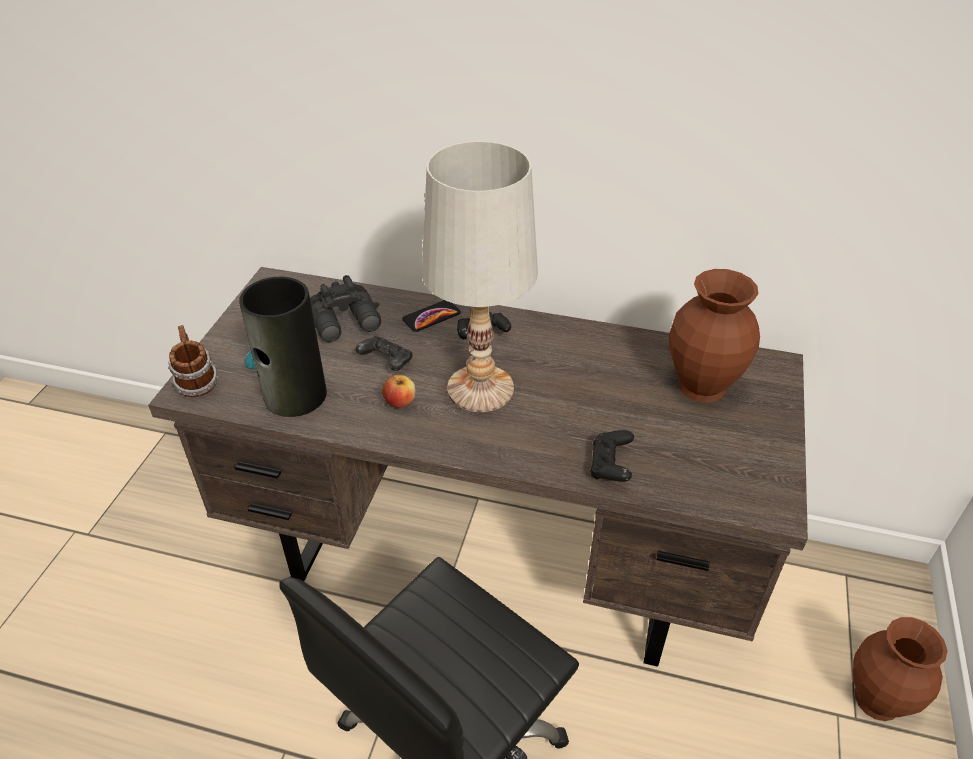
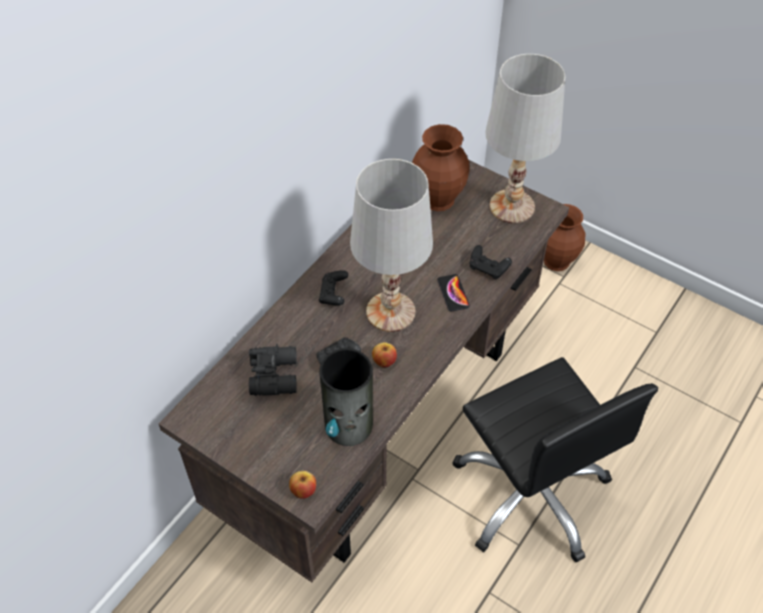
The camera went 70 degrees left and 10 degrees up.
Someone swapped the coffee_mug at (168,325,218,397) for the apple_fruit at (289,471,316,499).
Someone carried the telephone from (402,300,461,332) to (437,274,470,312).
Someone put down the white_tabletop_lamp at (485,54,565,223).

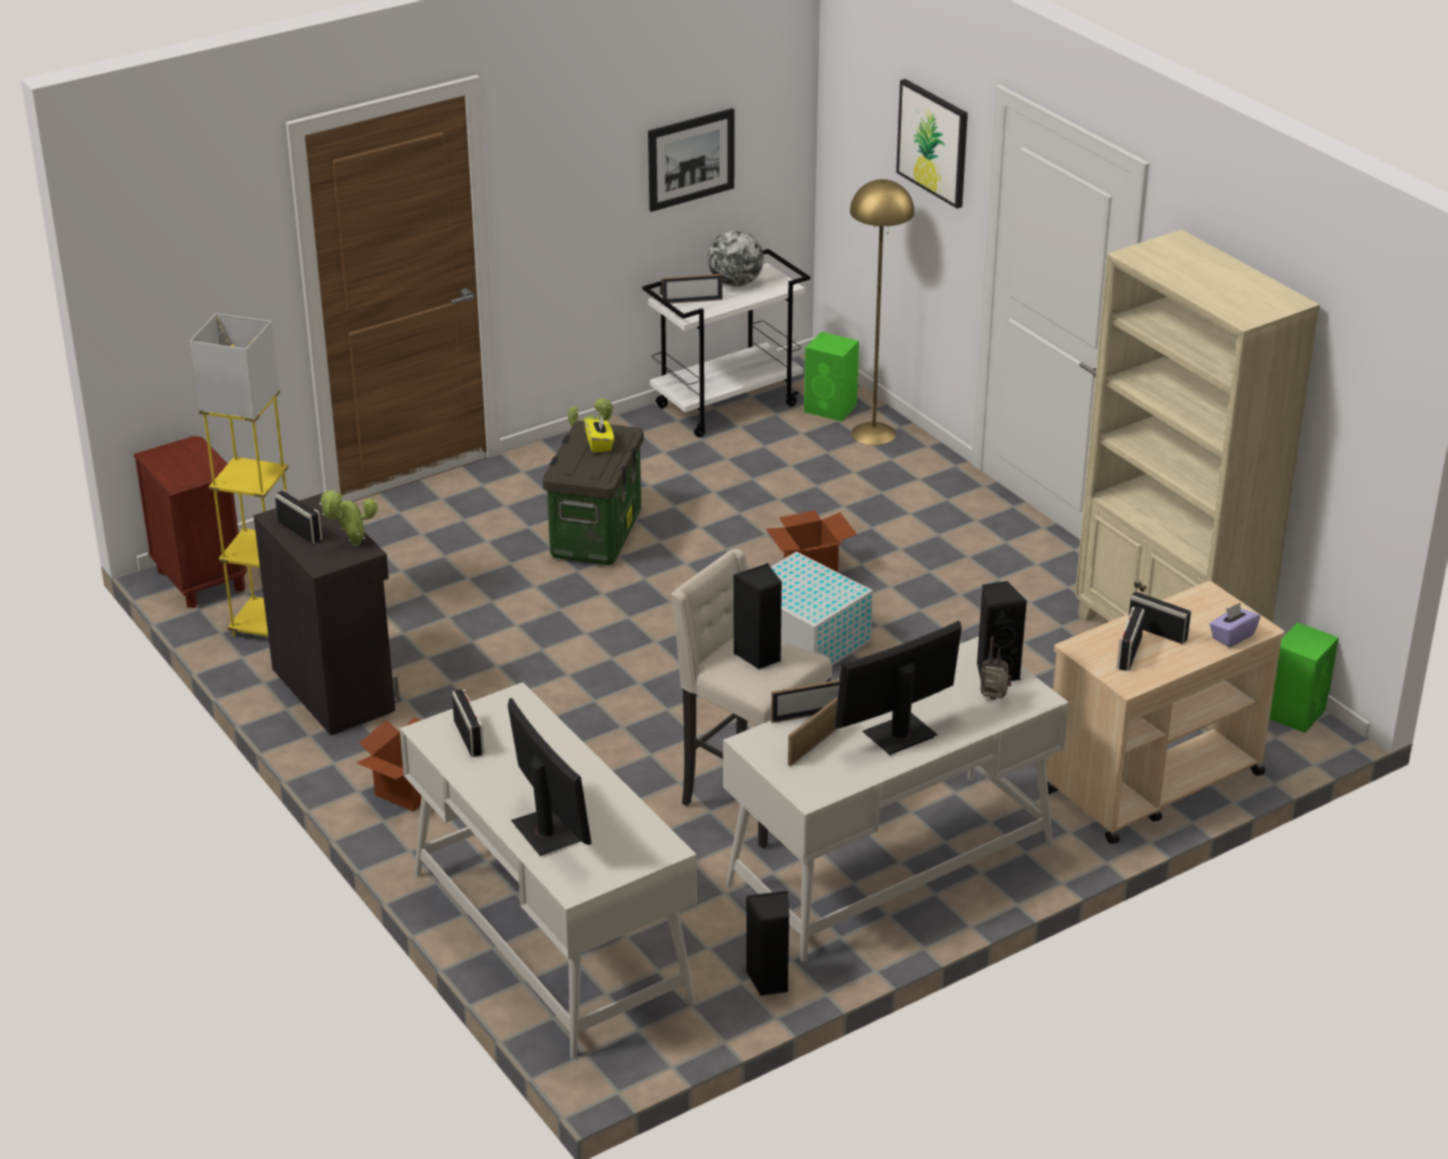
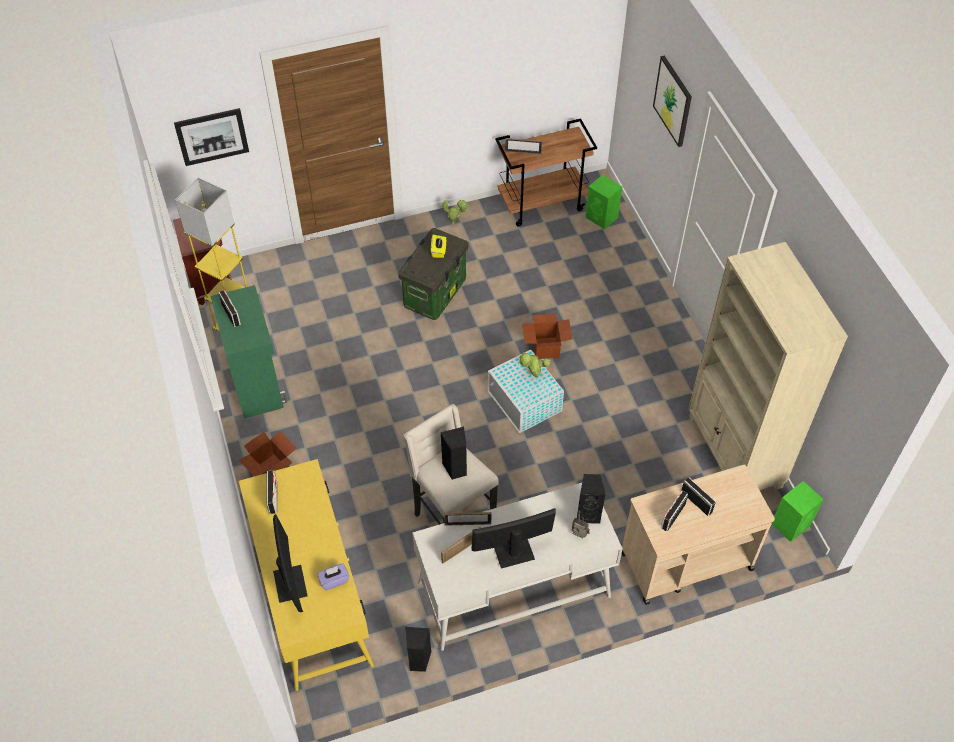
The camera went 15 degrees right and 20 degrees up.
Someone repainted the blackish_cabinet at (253,492,400,736), which became the green_cabinet at (211,285,287,419).
Someone carried the plant_in_a_pot from (319,490,378,546) to (518,352,550,377).
Someone repainted the white_desk_unit at (400,682,697,1059), which became the yellowish_desk_unit at (239,459,374,691).
Someone repainted the white_trolley at (642,249,810,437), which became the brown_trolley at (495,118,597,227).
Someone carried the picture from (648,108,735,212) to (174,108,249,166).
Someone took away the globe at (708,230,764,287).
Someone took away the yellowish_standing_lamp at (850,179,914,445).
Someone carried the purple_tissue_box from (1210,603,1260,647) to (317,563,349,590).

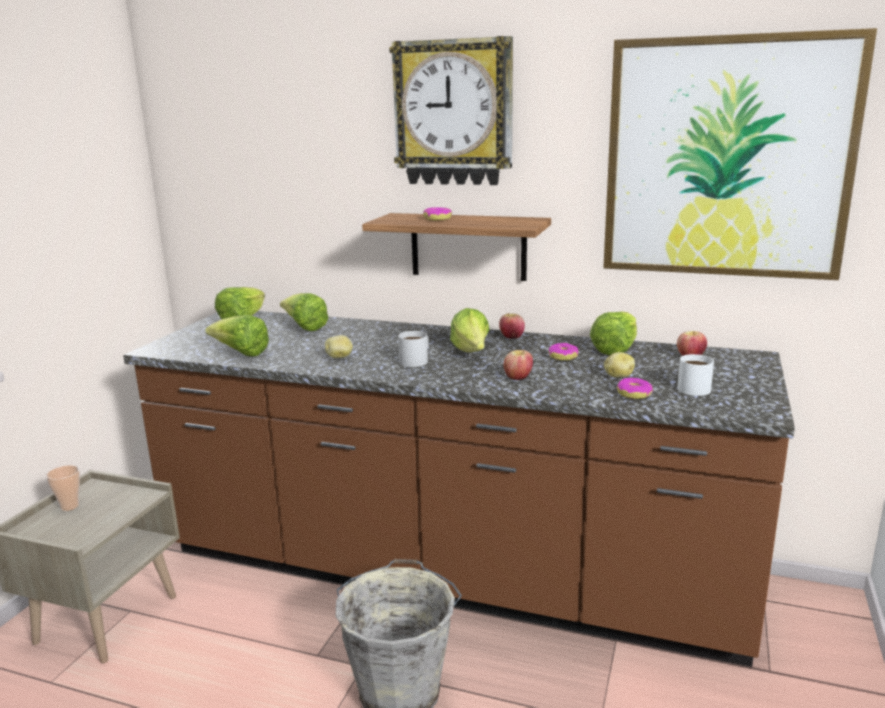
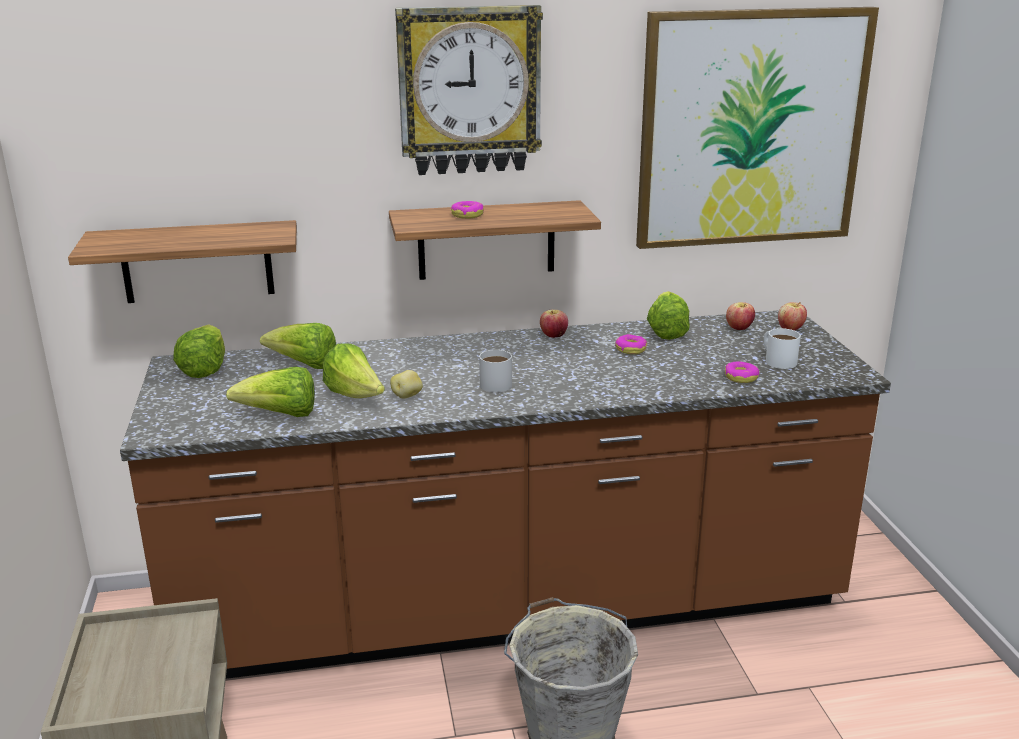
The camera went 30 degrees left and 5 degrees up.
Someone took away the small_cup at (46,465,80,511).
Someone carried the head_of_lettuce from (450,308,490,352) to (323,343,385,398).
Someone carried the apple_fruit from (503,350,533,380) to (778,302,807,331).
Someone took away the spud at (604,352,635,378).
Someone put up the wall_shelf at (68,220,297,303).

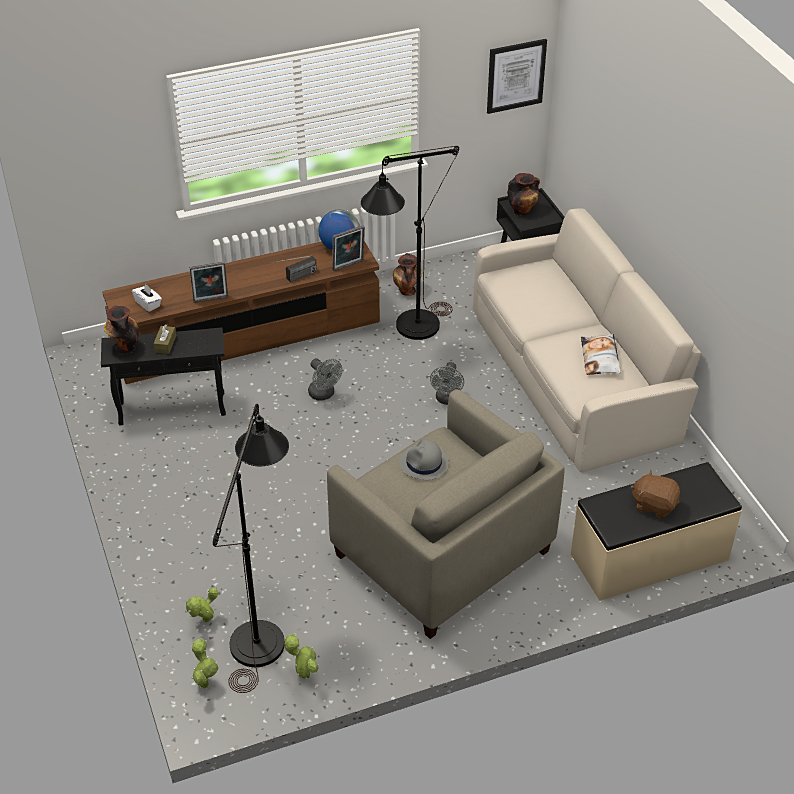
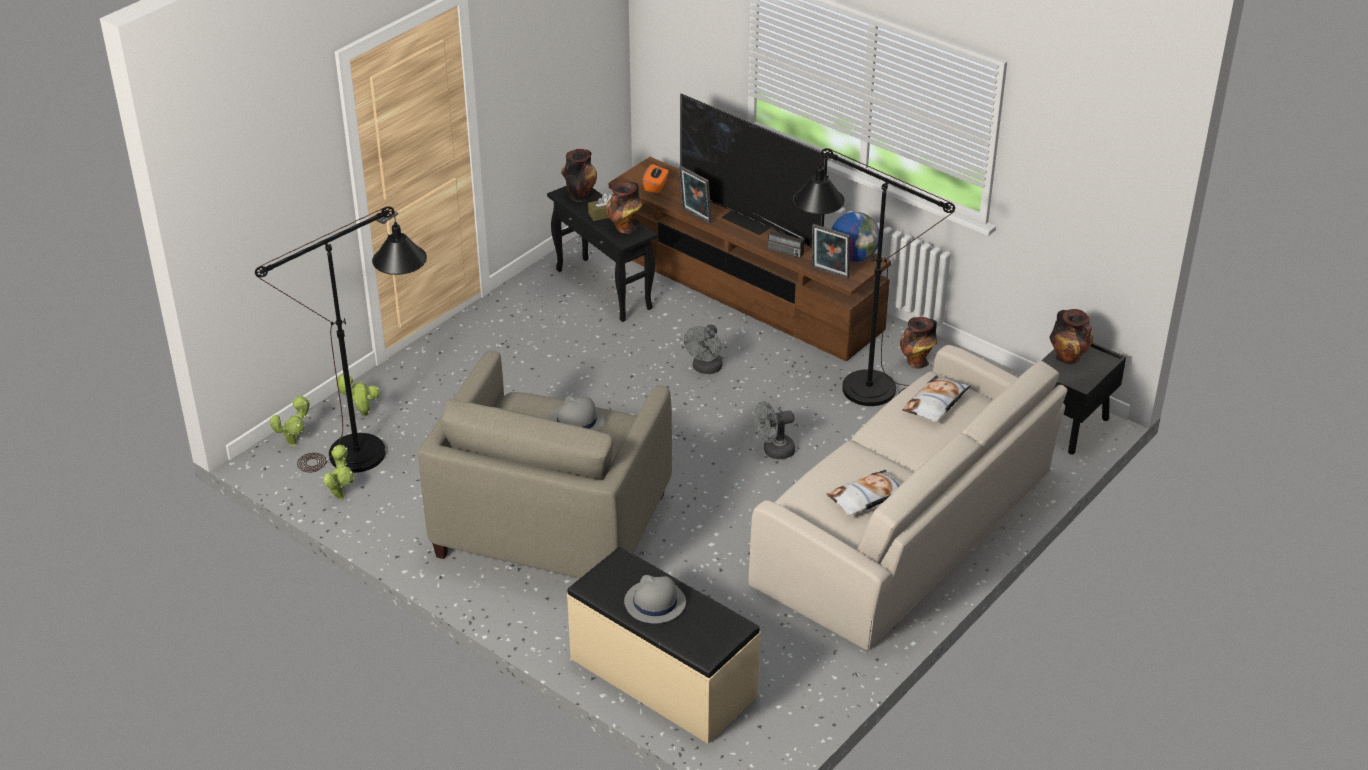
The camera went 60 degrees right and 5 degrees down.
Someone repainted the white_tissue_box at (132,284,162,312), which became the orange_tissue_box at (643,164,669,193).
Someone took away the picture at (487,39,547,114).
Someone swapped the brown_cuddly_toy at (630,470,680,518) for the greyish_hat at (624,575,686,624).
Someone put down the flower_vase at (606,181,643,234).
Someone put down the TV_set at (680,93,828,247).
Someone put down the pillow at (902,375,971,423).

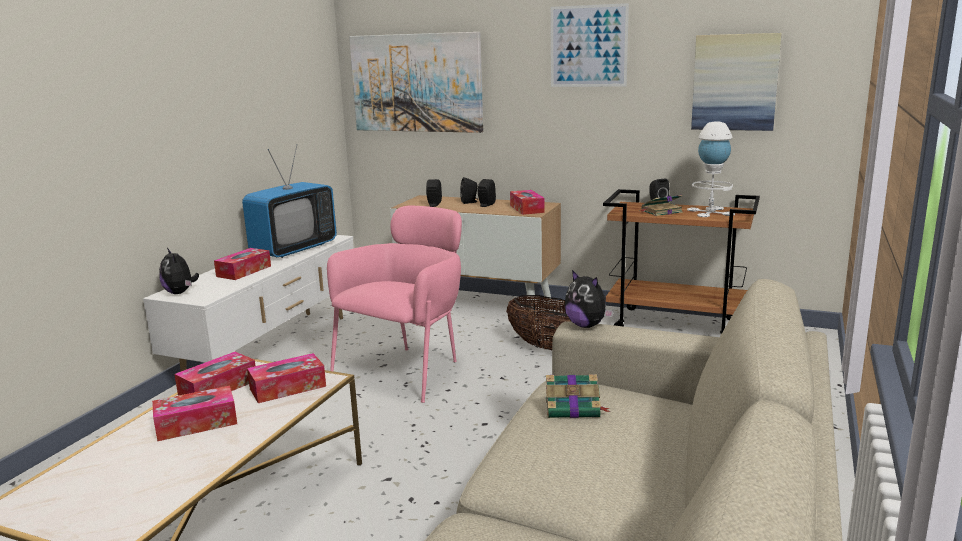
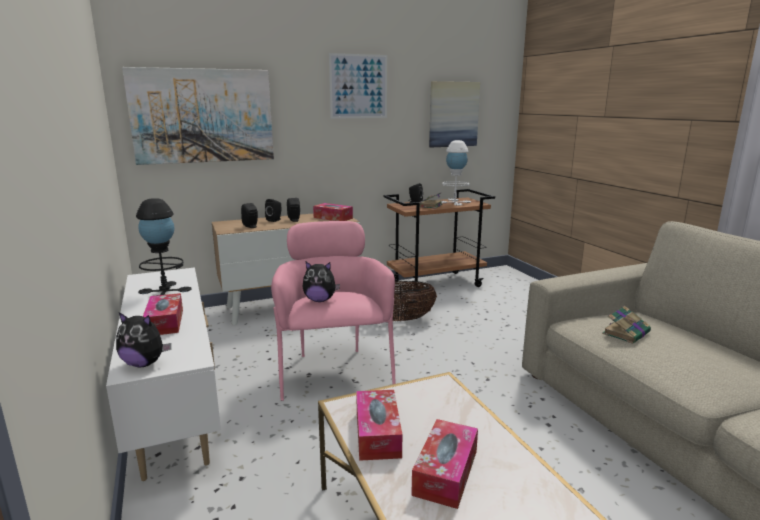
The camera went 45 degrees left and 0 degrees up.
Someone swapped the TV_set at (242,144,337,258) for the blackish_tabletop_lamp at (136,198,191,296).
Someone took away the tissue_box at (247,353,326,403).
Someone carried the cuddly_toy from (564,270,614,328) to (303,262,340,302).

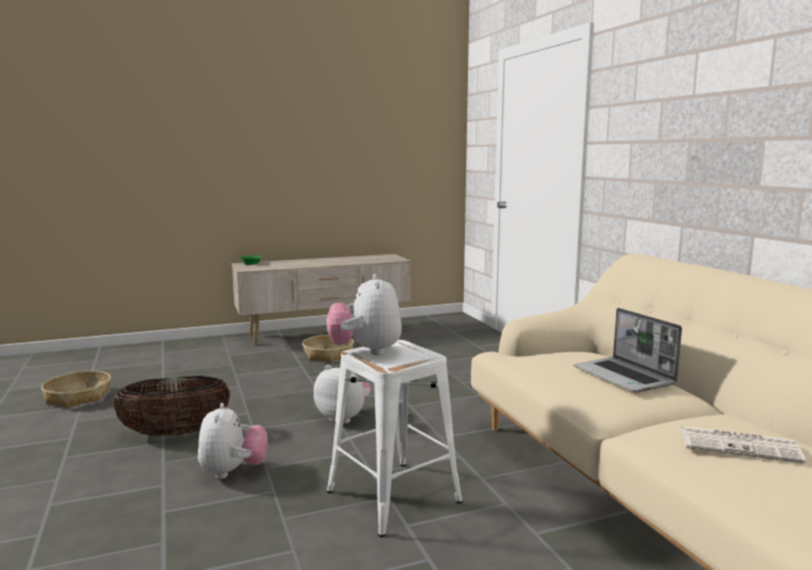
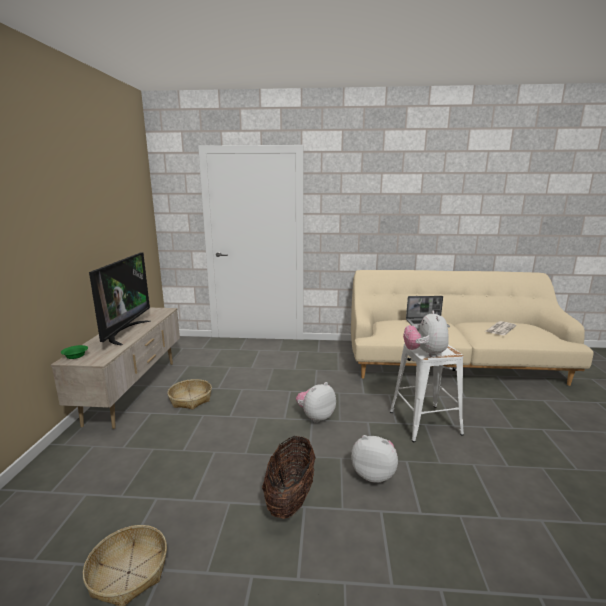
The camera went 65 degrees left and 5 degrees up.
Someone rotated the cuddly_toy at (327,274,402,355) by 75 degrees clockwise.
Someone put down the TV_set at (89,252,151,345).

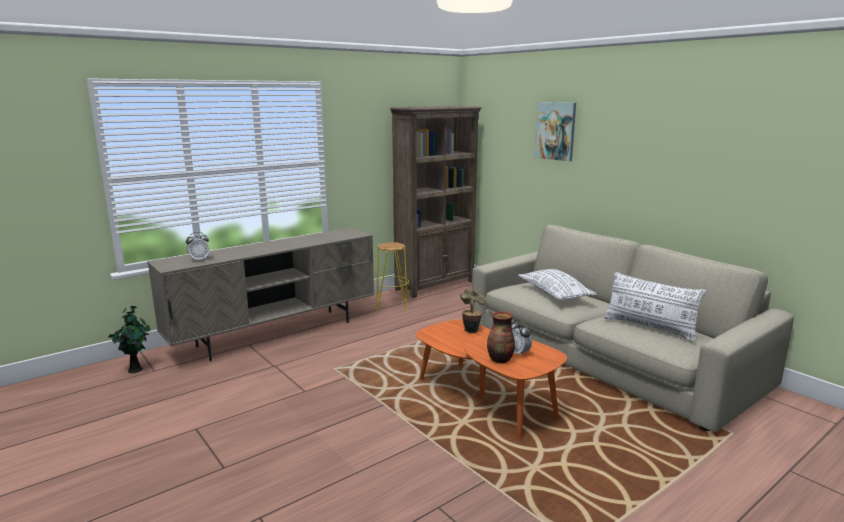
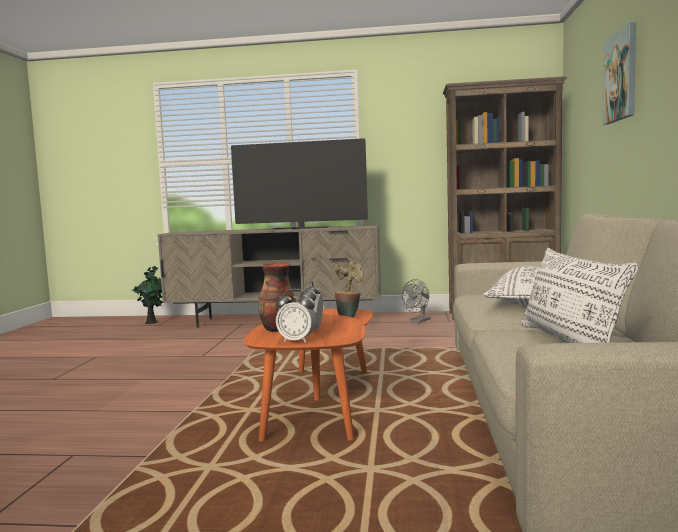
The camera went 45 degrees right and 10 degrees down.
Someone carried the table_clock from (186,232,210,262) to (276,289,317,343).
Someone swapped the yellowish_stool at (376,242,409,310) for the greyish_electric_fan at (402,279,431,323).
Someone put down the TV_set at (231,138,368,230).

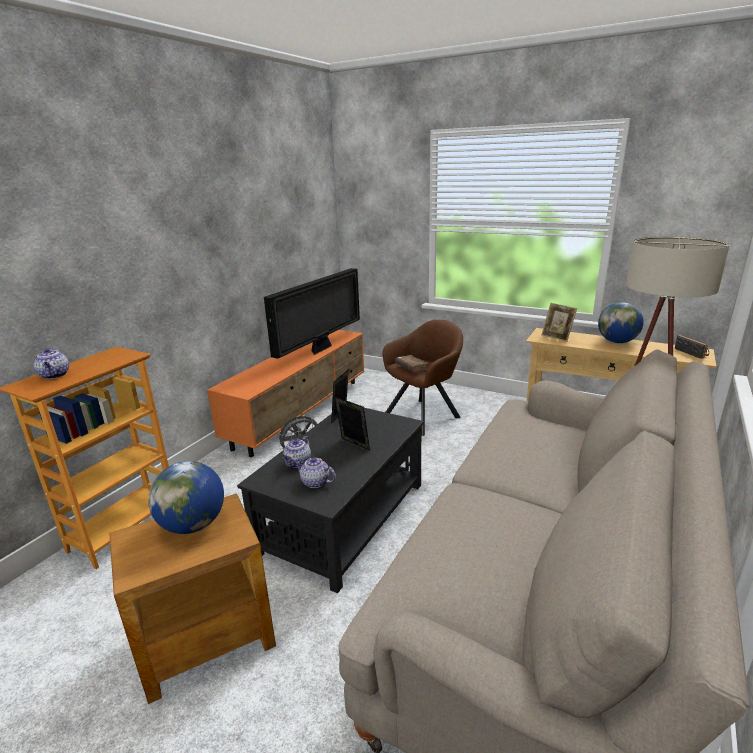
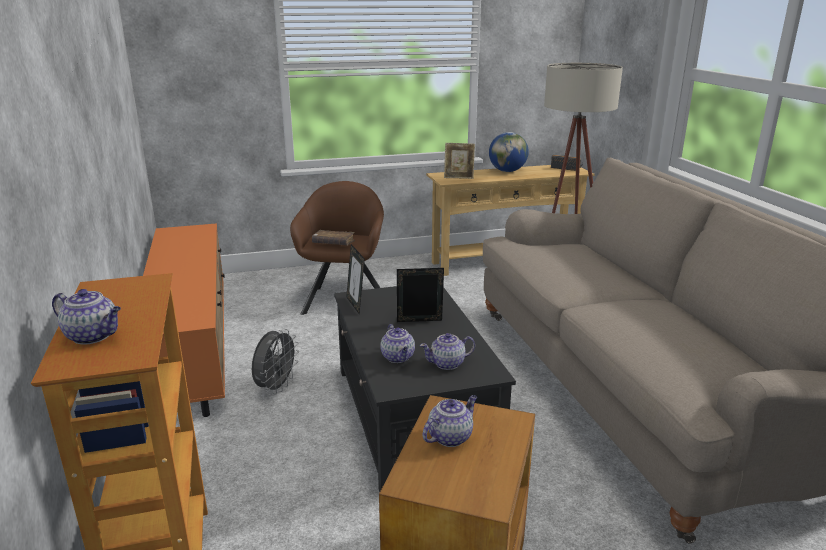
The camera went 45 degrees left and 0 degrees up.
Someone swapped the globe at (148,461,224,534) for the teapot at (423,395,477,447).
Someone took away the TV_set at (264,268,360,359).

